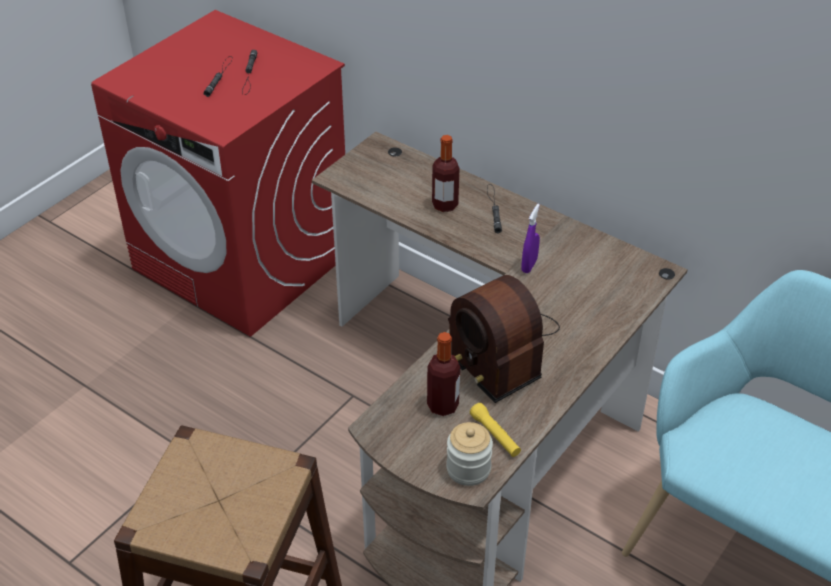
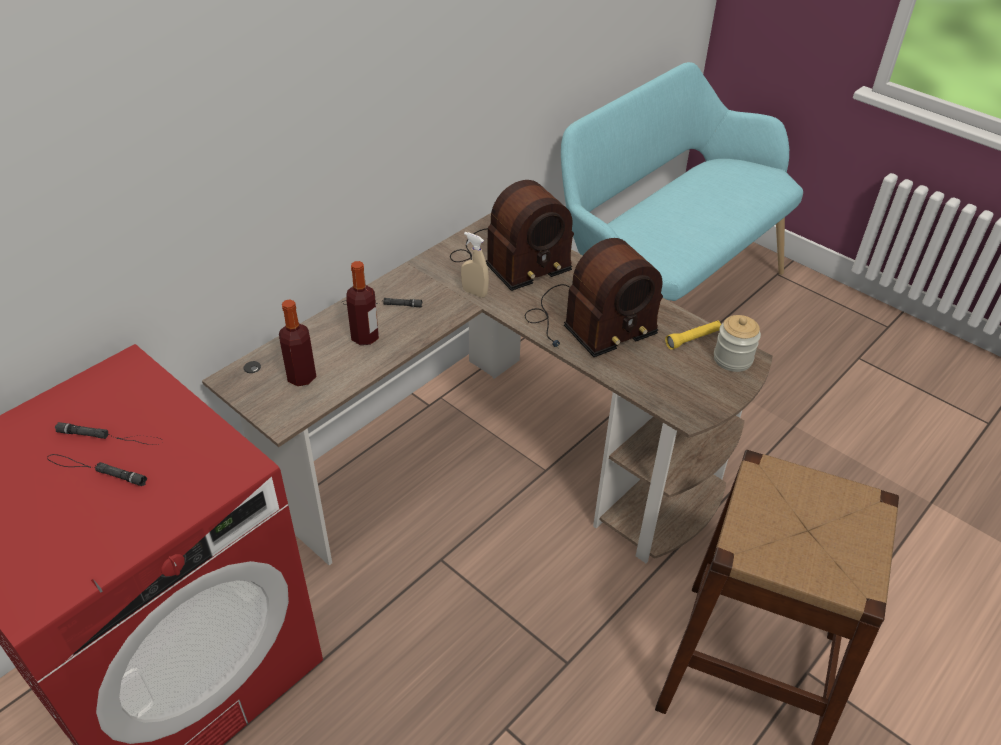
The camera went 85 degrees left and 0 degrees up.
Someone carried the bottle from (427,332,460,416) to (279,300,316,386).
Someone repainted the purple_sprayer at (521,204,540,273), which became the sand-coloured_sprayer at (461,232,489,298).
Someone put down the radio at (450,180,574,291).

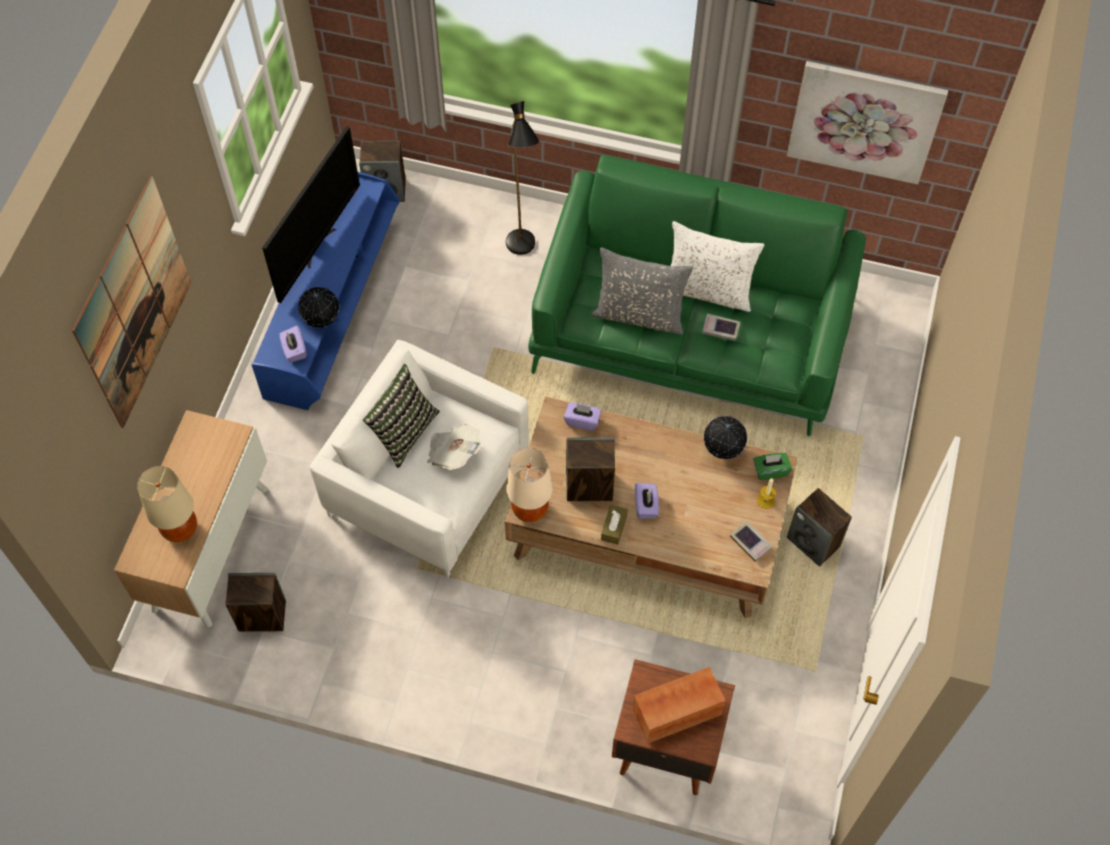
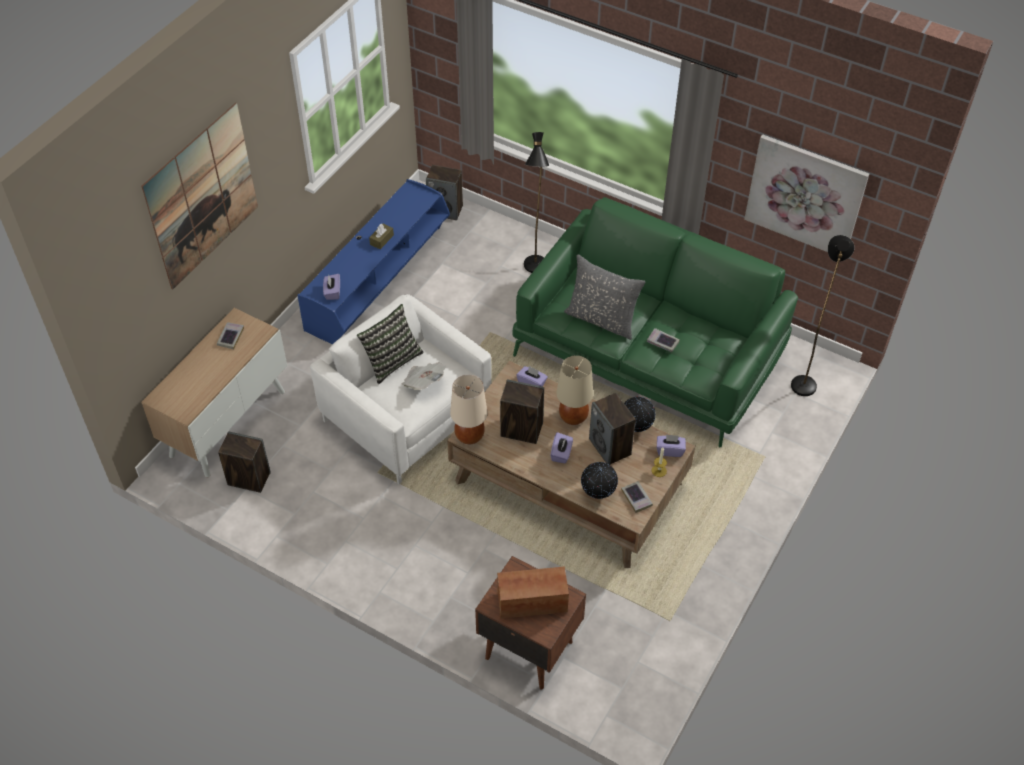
The camera went 15 degrees right and 10 degrees down.
Someone carried the sand-coloured_tabletop_lamp from (137,466,197,542) to (556,355,593,425).
Someone took away the TV_set at (262,126,360,303).
Someone carried the globe from (298,287,339,328) to (581,462,618,499).
Someone carried the brown_tissue_box from (601,505,628,545) to (369,224,394,249).
Someone took away the white_pillow at (671,221,765,312).
Someone repainted the green_tissue_box at (753,453,792,480), which became the purple_tissue_box at (657,434,686,457).
Someone carried the loudspeaker from (787,488,852,566) to (589,393,636,465).
Someone put down the book at (217,322,244,349).
Someone put down the blackish_standing_lamp at (791,235,854,396).

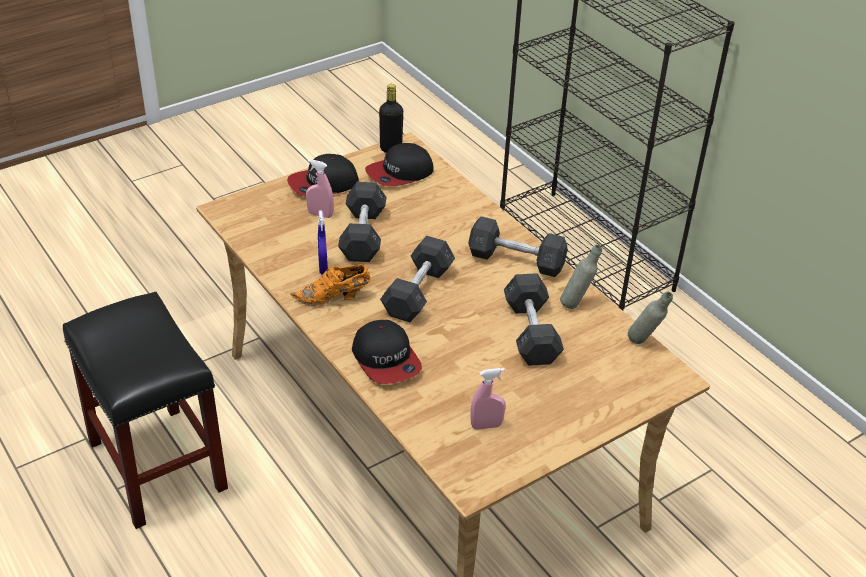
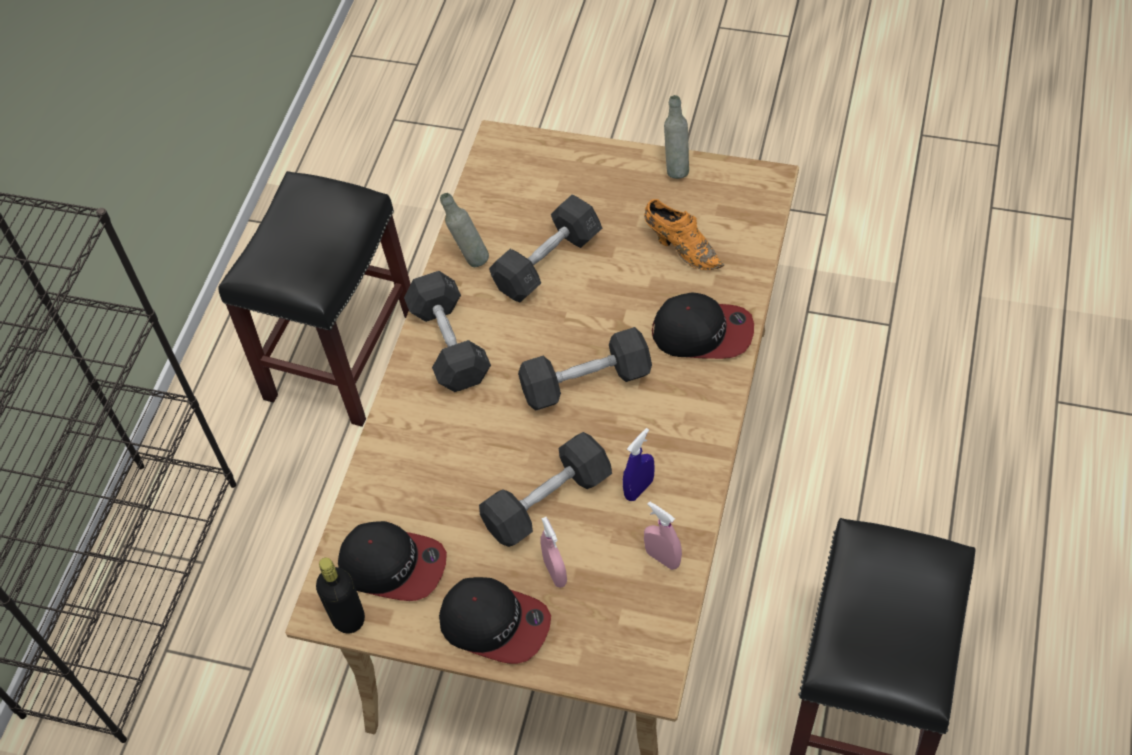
The camera went 125 degrees left and 15 degrees up.
Someone carried the orange_shoe from (290,264,371,306) to (644,199,724,270).
Someone rotated the peaked_cap at (352,320,422,384) by 75 degrees clockwise.
Someone carried the pinkish_sprayer from (470,368,505,430) to (644,501,682,570).
Someone carried the greyish_bottle from (628,292,673,344) to (664,95,689,179).
Someone put down the blackish_stool at (218,171,411,427).

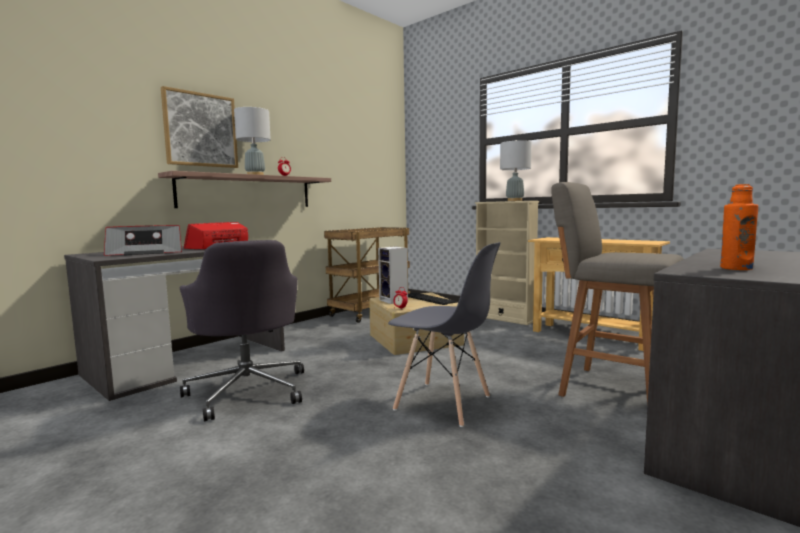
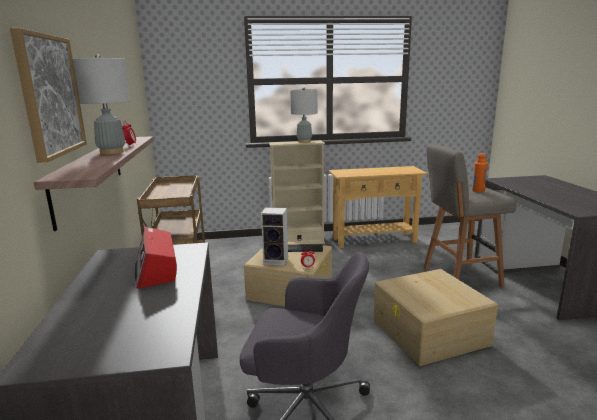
The camera went 50 degrees left and 10 degrees up.
Someone took away the radio at (104,225,182,256).
Someone swapped the greyish_upright_chair at (388,242,501,427) for the sand-coloured_storage_container at (374,269,498,366).
Someone carried the orange_bottle from (720,184,758,270) to (472,153,488,192).

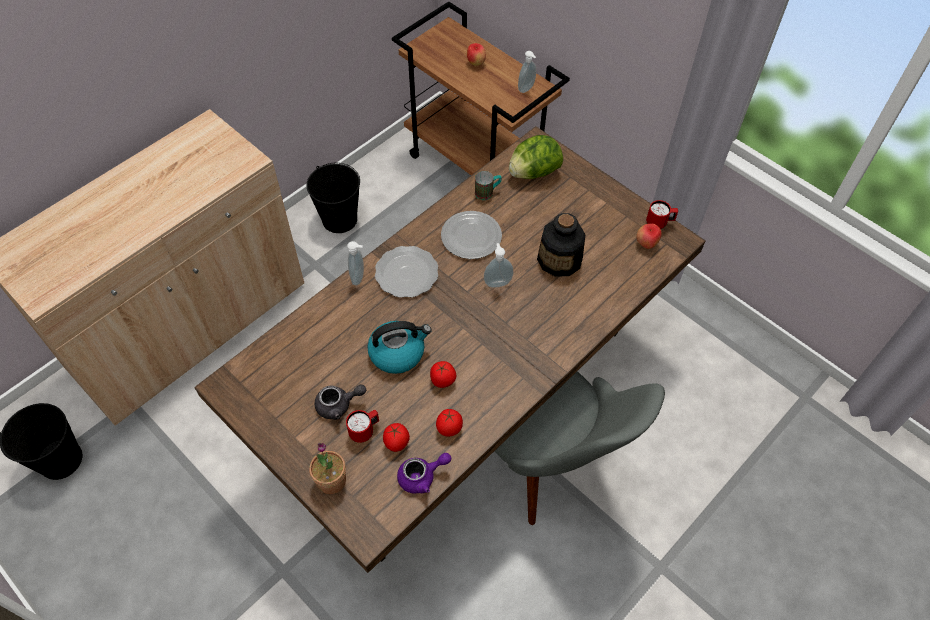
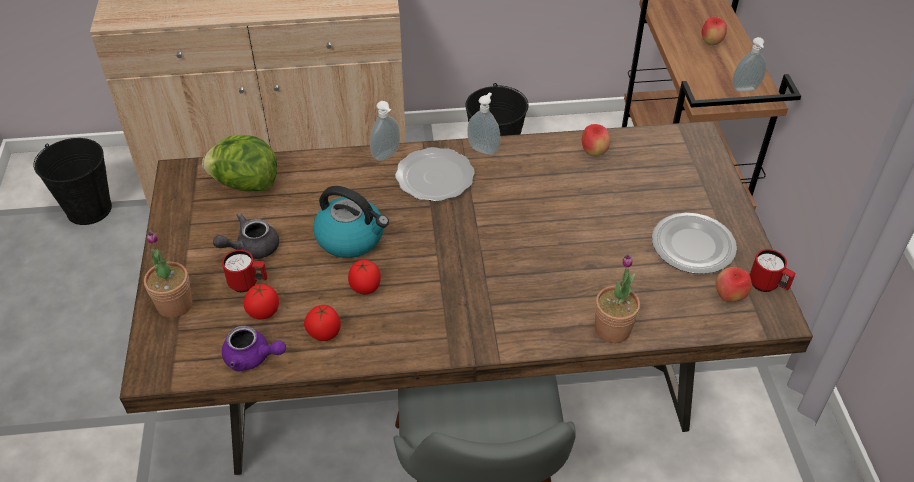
The camera went 40 degrees right and 10 degrees down.
Someone rotated the greyish_teapot at (315,385,366,420) by 120 degrees clockwise.
Someone carried the plate from (441,211,502,259) to (652,213,737,274).
Someone swapped the coffee_mug at (475,171,502,200) for the apple_fruit at (582,124,610,157).
Someone carried the soap_dispenser from (484,243,514,288) to (467,93,501,155).
Someone carried the head_of_lettuce from (509,135,563,179) to (202,135,277,191).
Someone took away the bottle at (537,213,586,277).
Someone put down the plant_in_a_pot at (595,254,640,343).

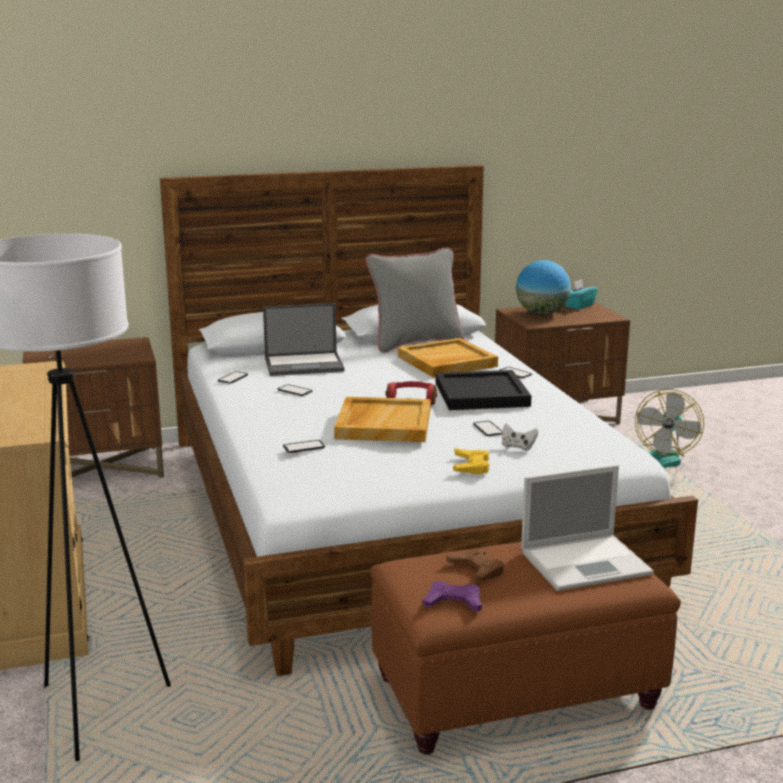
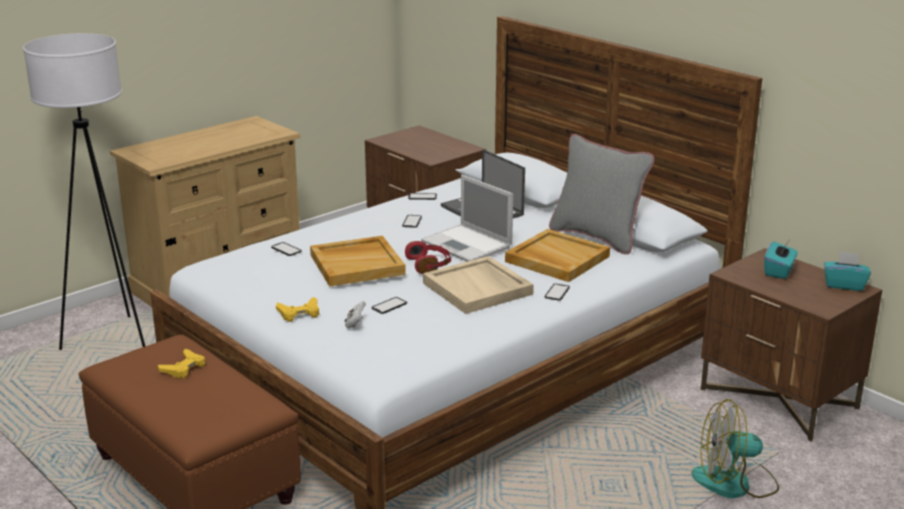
The camera went 65 degrees right and 5 degrees up.
Someone took away the purple_joypad at (423,581,482,612).
Someone repainted the blackish_serving_tray at (436,370,531,410), which became the sand-coloured_serving_tray at (423,256,534,314).
Someone repainted the brown_joypad at (446,547,504,582), which became the yellowish_joypad at (158,349,205,378).
Someone swapped the globe at (516,260,571,315) for the turquoise-coloured_tissue_box at (764,241,798,279).
Someone carried the portable_computer from (521,465,654,591) to (421,175,513,262).

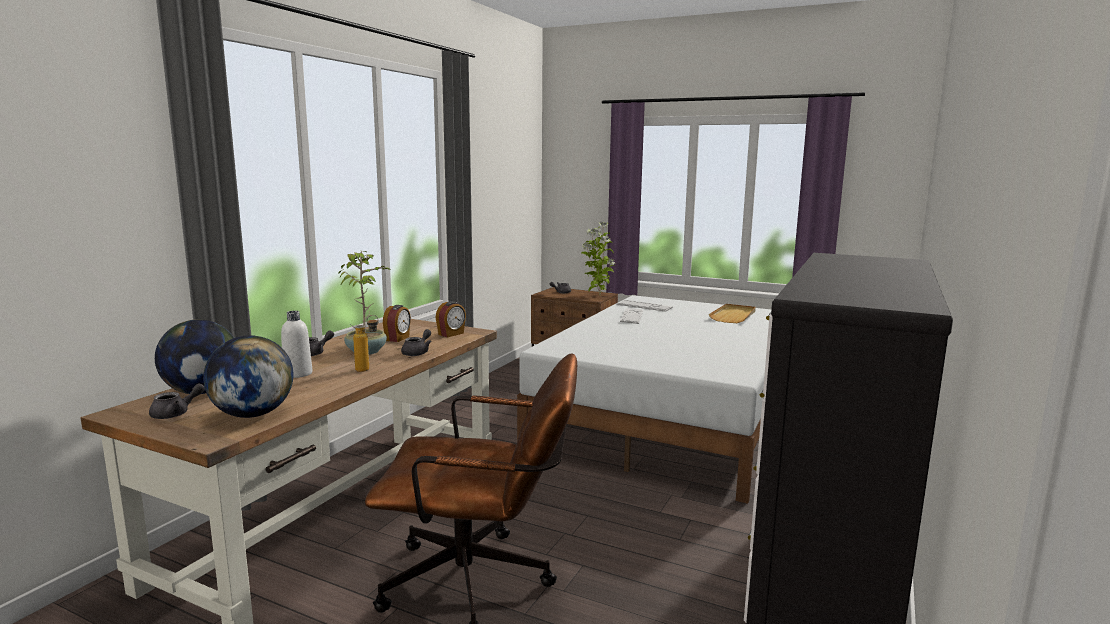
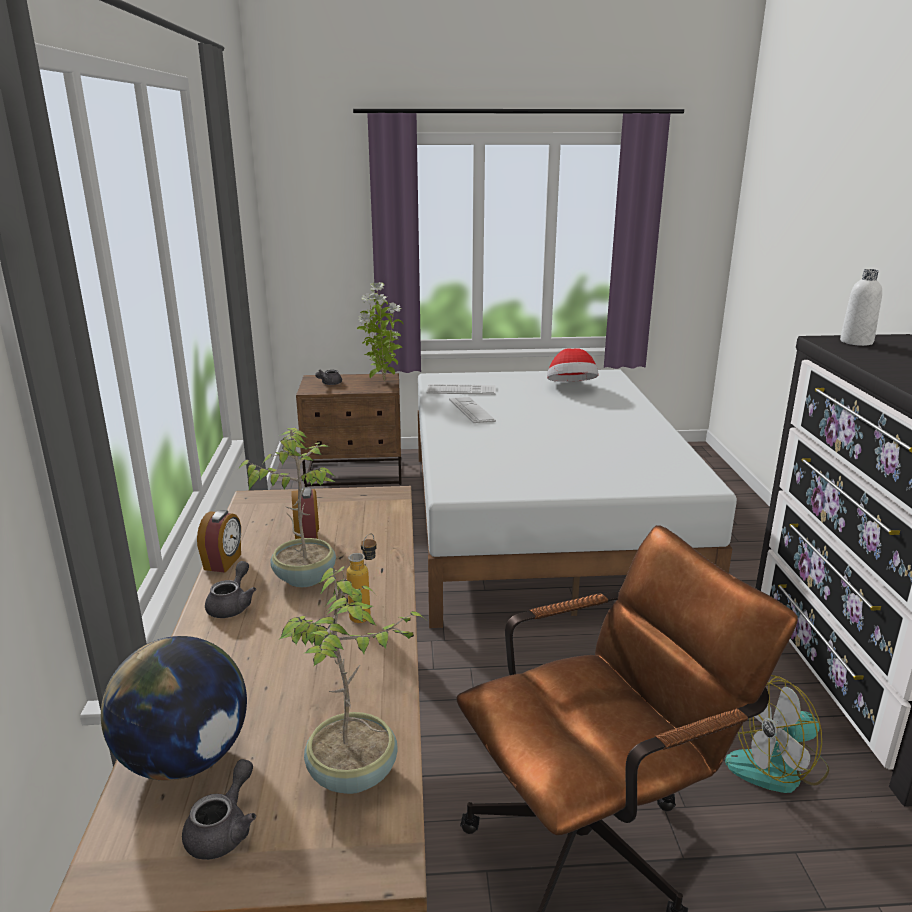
The camera went 30 degrees left and 10 degrees up.
Someone swapped the globe at (203,335,293,418) for the plant_in_a_pot at (278,566,426,794).
Someone carried the white_bottle from (281,311,312,378) to (840,269,882,346).
Someone took away the greyish_teapot at (401,329,432,356).
Someone carried the table_clock from (436,301,466,337) to (197,510,241,573).
Someone swapped the sand-coloured_serving_tray at (709,304,756,323) for the hat at (547,348,599,382).
Someone put down the electric_fan at (725,675,829,793).

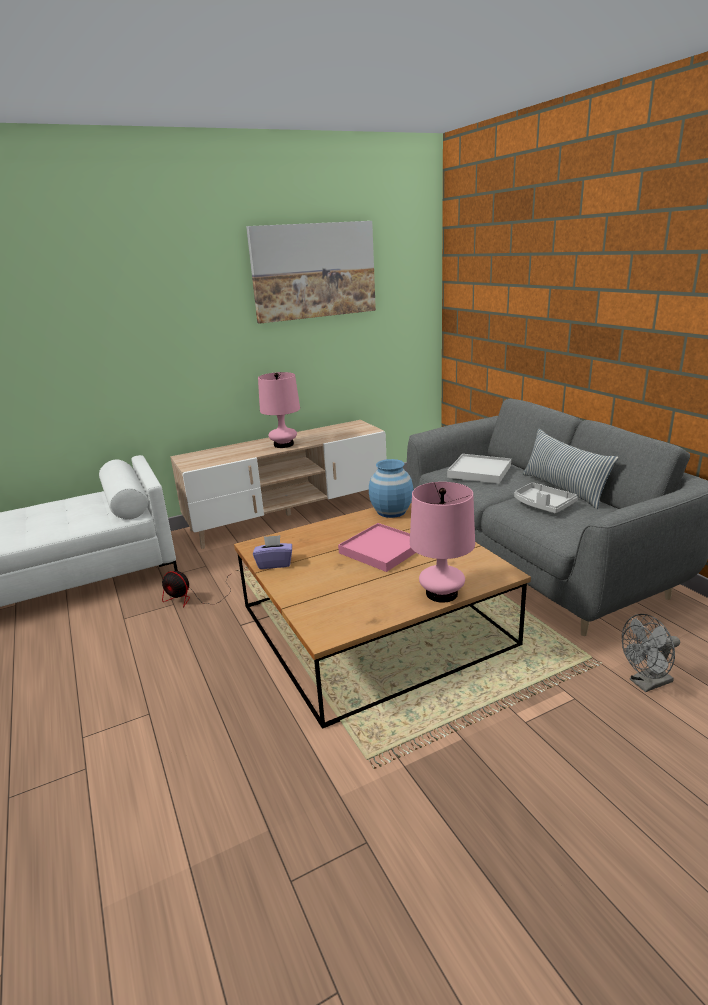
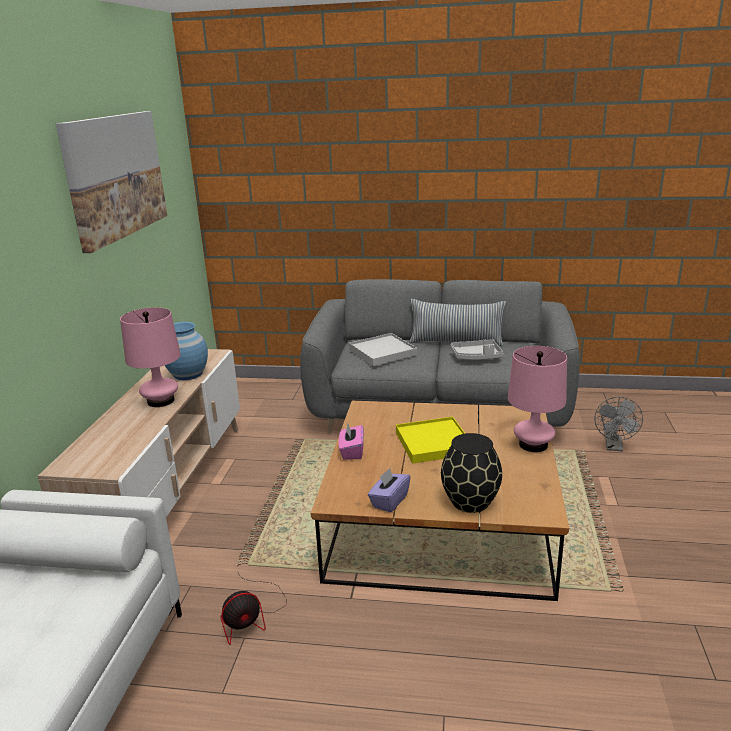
The camera went 55 degrees left and 0 degrees up.
Someone repainted the pinkish_serving_tray at (338,523,416,572), which became the yellowish_serving_tray at (396,417,465,464).
Someone carried the blue_flower_vase from (369,459,413,518) to (165,322,208,380).
Someone put down the pinkish_tissue_box at (339,423,364,460).
Someone put down the blackish_flower_vase at (441,433,502,513).

